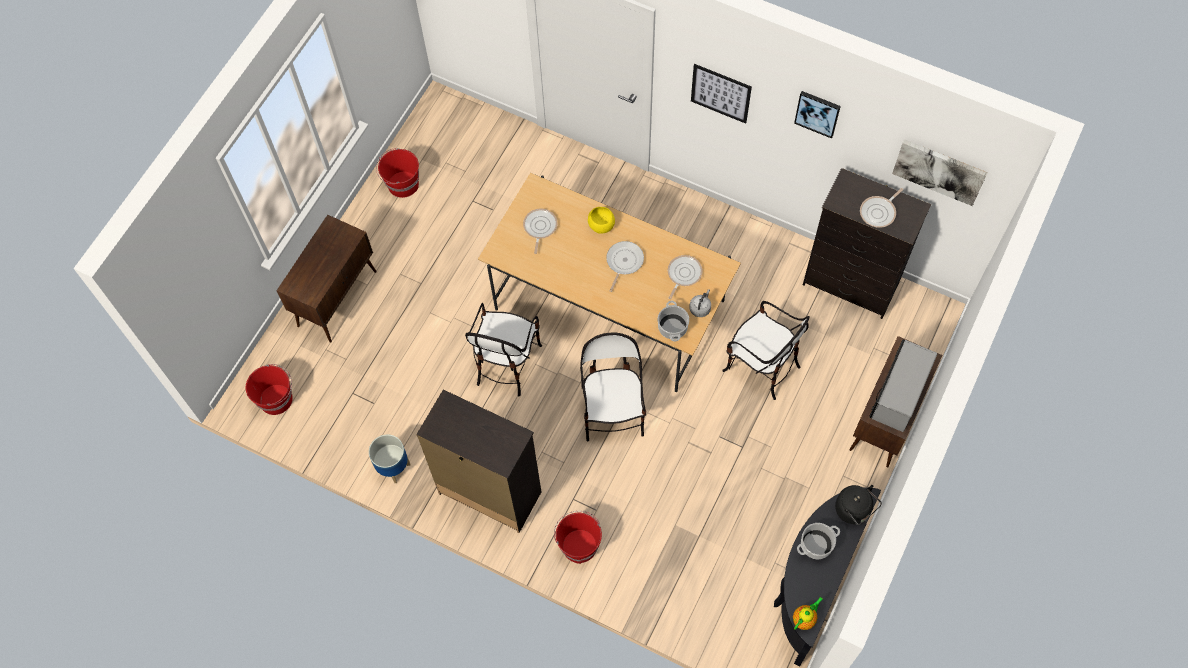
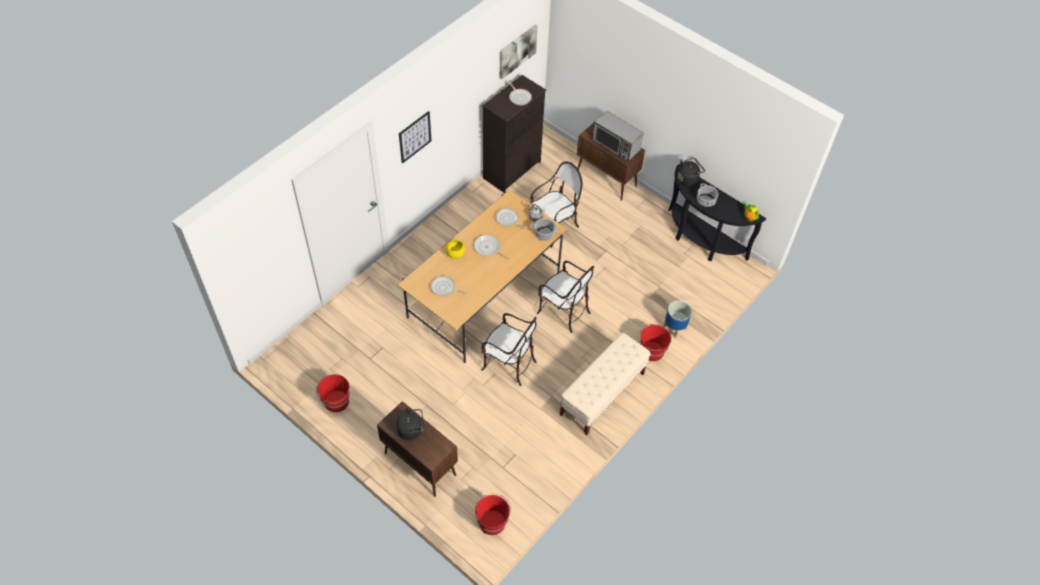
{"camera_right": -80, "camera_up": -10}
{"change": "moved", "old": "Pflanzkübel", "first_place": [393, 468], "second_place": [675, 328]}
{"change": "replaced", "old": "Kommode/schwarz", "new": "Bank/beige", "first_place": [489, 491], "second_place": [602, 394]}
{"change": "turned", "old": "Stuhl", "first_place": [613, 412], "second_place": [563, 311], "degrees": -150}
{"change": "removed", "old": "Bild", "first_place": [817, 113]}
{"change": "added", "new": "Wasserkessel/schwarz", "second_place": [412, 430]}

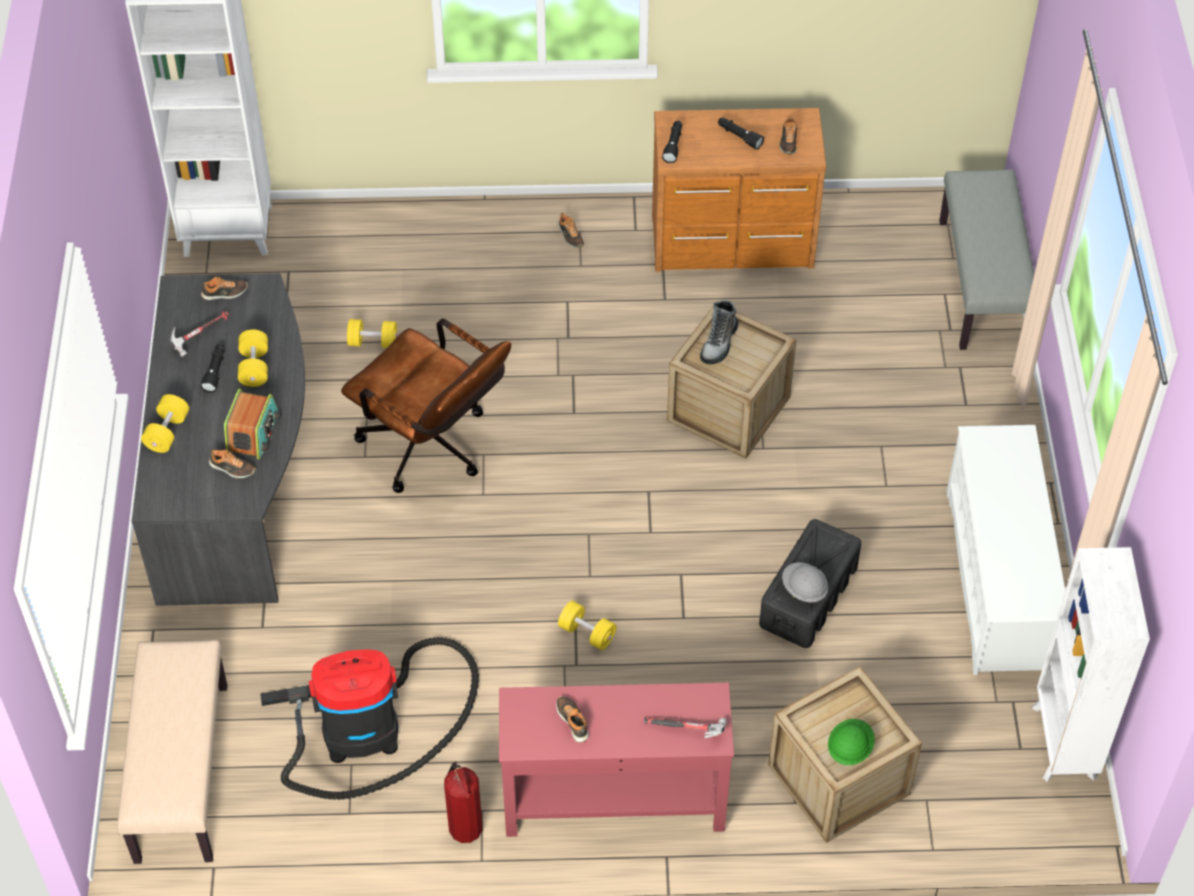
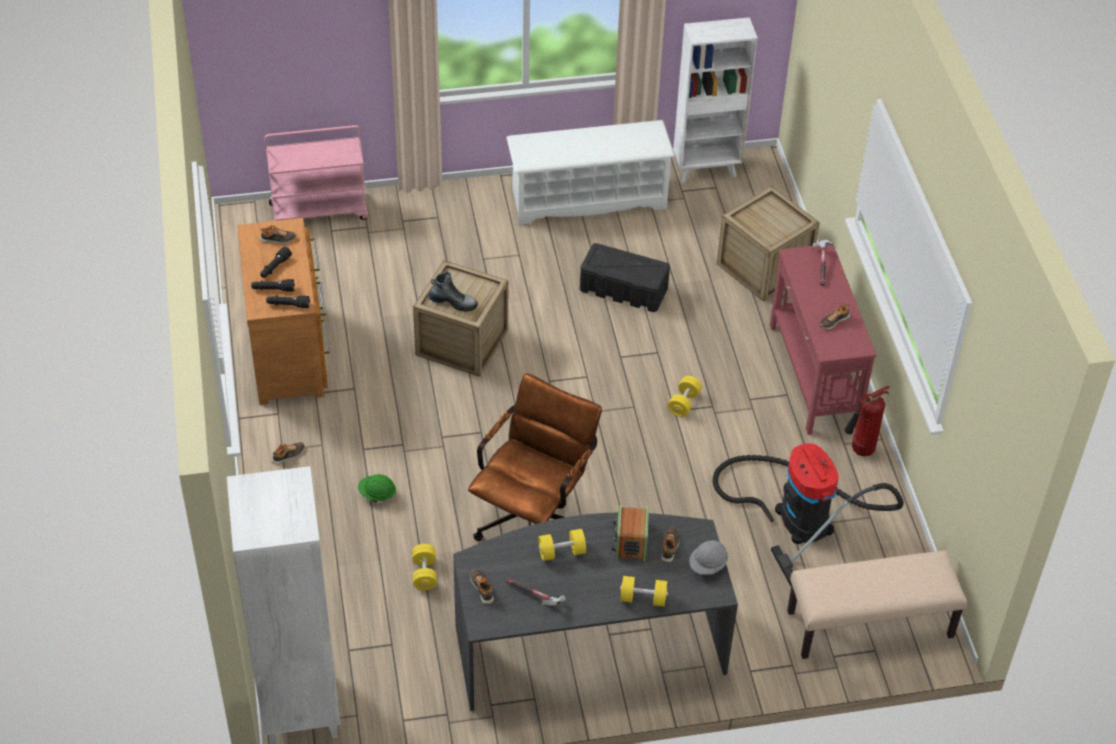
{"camera_right": -100, "camera_up": -5}
{"change": "moved", "old": "Taschenlampe/schwarz", "first_place": [215, 372], "second_place": [273, 289]}
{"change": "turned", "old": "Radio", "first_place": [253, 433], "second_place": [630, 540], "degrees": -90}
{"change": "moved", "old": "Schutzhelm/grau", "first_place": [803, 590], "second_place": [708, 565]}
{"change": "moved", "old": "Schutzhelm/grün", "first_place": [849, 749], "second_place": [377, 494]}
{"change": "replaced", "old": "Bank/grau", "new": "Rollwagen/rosa", "first_place": [983, 284], "second_place": [319, 211]}

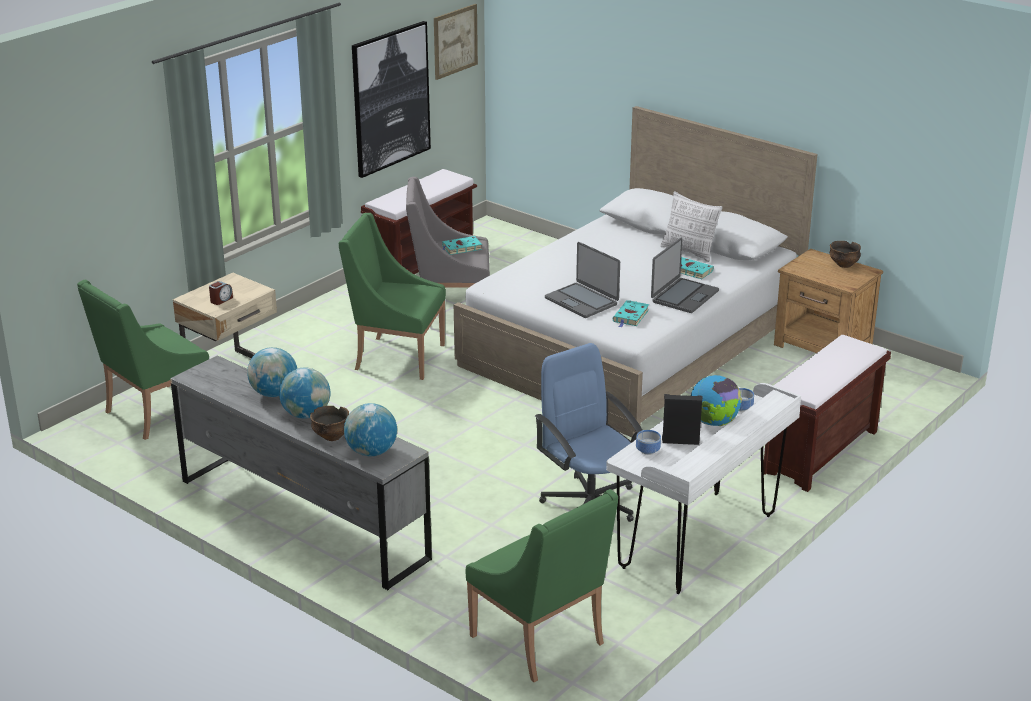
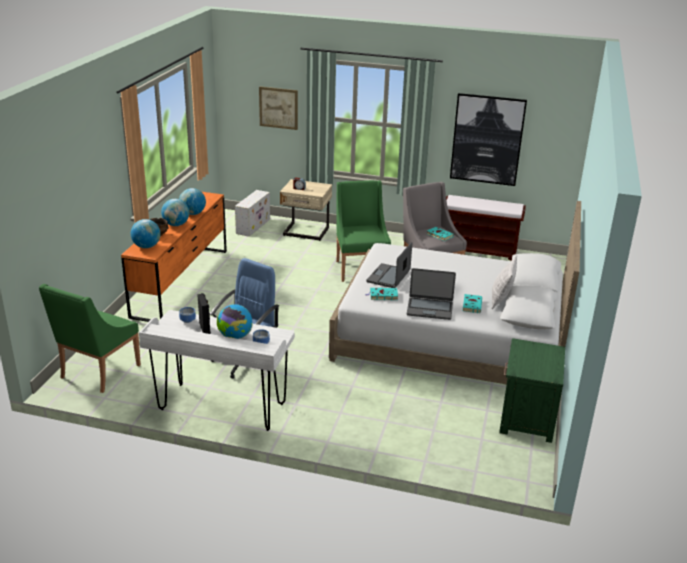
{"camera_right": 65, "camera_up": 0}
{"change": "replaced", "old": "Sessel/grün", "new": "Aufbewahrungsbox/weiß", "first_place": [154, 413], "second_place": [253, 226]}
{"change": "recoloured", "old": "Kommode/grau", "new": "Kommode/orange", "first_place": [303, 518], "second_place": [181, 282]}
{"change": "moved", "old": "Bild", "first_place": [455, 41], "second_place": [278, 108]}
{"change": "removed", "old": "Bank/braun", "first_place": [820, 453]}
{"change": "recoloured", "old": "Nachttisch/braun", "new": "Nachttisch/grün", "first_place": [823, 346], "second_place": [526, 418]}
{"change": "removed", "old": "Schüssel", "first_place": [844, 264]}

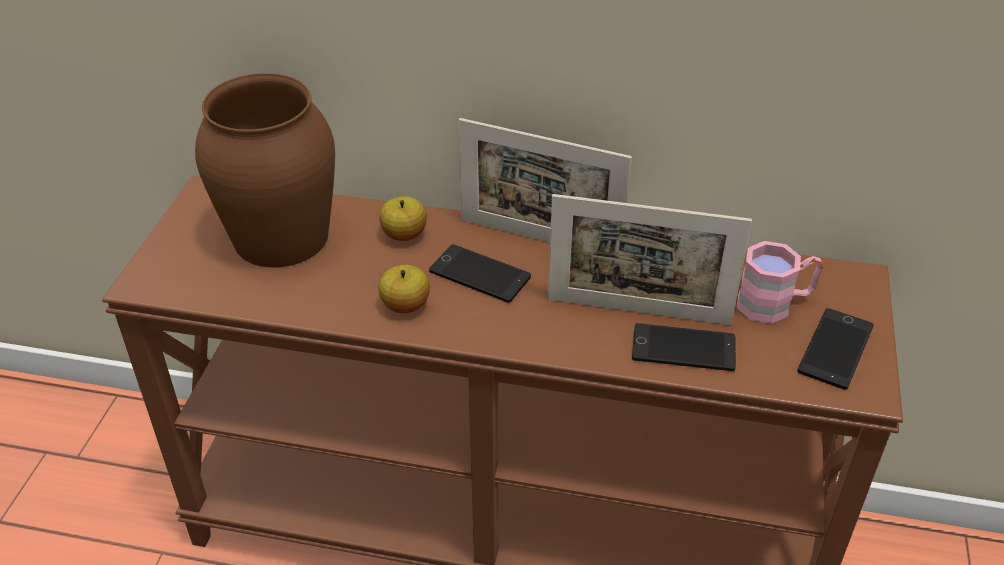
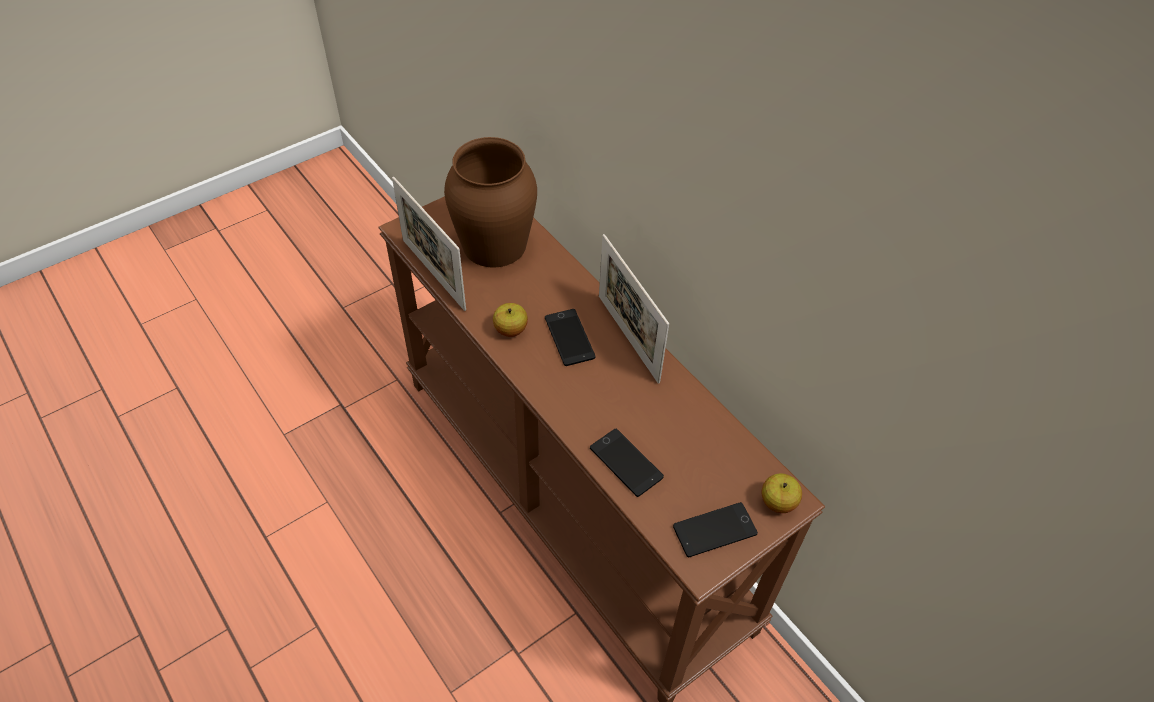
{"camera_right": 40, "camera_up": 10}
{"change": "moved", "old": "Apfel", "first_place": [404, 235], "second_place": [778, 502]}
{"change": "moved", "old": "Bilderrahmen", "first_place": [638, 311], "second_place": [433, 274]}
{"change": "removed", "old": "Henkelbecher/rosa", "first_place": [774, 303]}

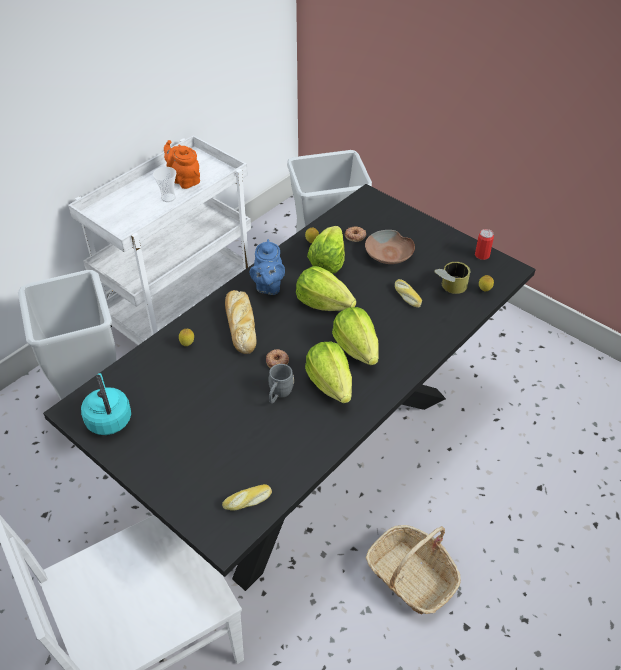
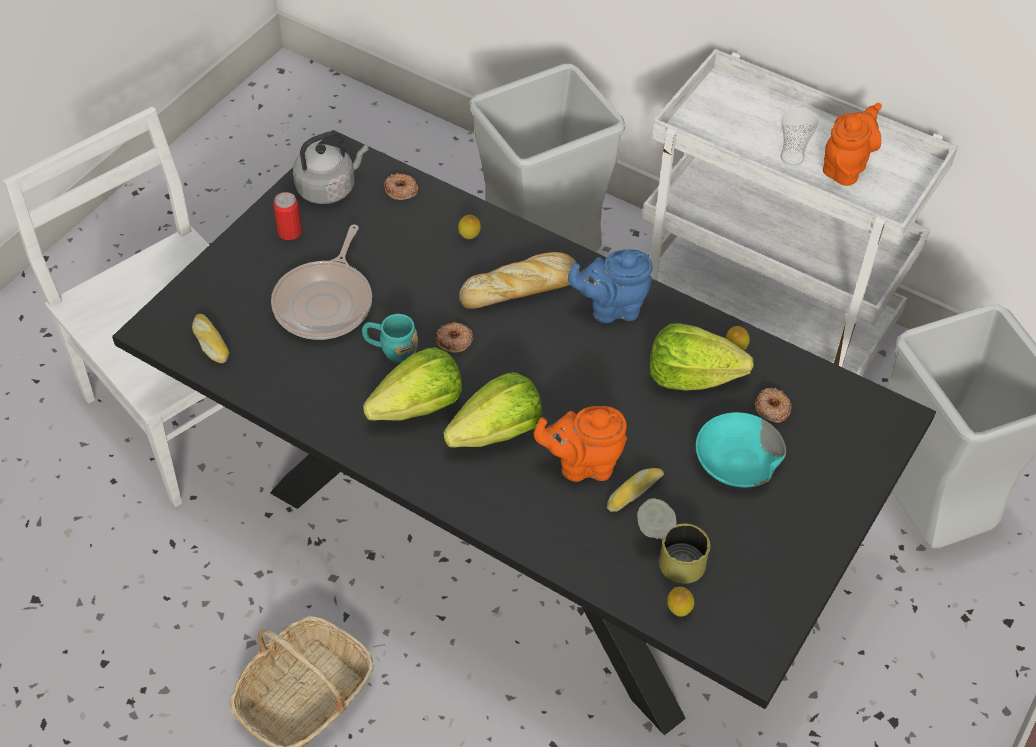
{"camera_right": 80, "camera_up": 5}
{"change": "recoloured", "old": "Wasserkessel/türkis", "new": "Wasserkessel/grau", "first_place": [108, 418], "second_place": [329, 188]}
{"change": "recoloured", "old": "Henkelbecher/grau", "new": "Henkelbecher/türkis", "first_place": [279, 394], "second_place": [391, 350]}
{"change": "removed", "old": "Salatkopf", "first_place": [323, 303]}
{"change": "recoloured", "old": "Schüssel/braun", "new": "Schüssel/türkis", "first_place": [389, 255], "second_place": [736, 461]}
{"change": "moved", "old": "Dose", "first_place": [482, 255], "second_place": [289, 232]}
{"change": "added", "new": "Pfanne", "second_place": [326, 302]}
{"change": "added", "new": "Donut", "second_place": [401, 190]}
{"change": "added", "new": "Teekanne/orange", "second_place": [582, 464]}

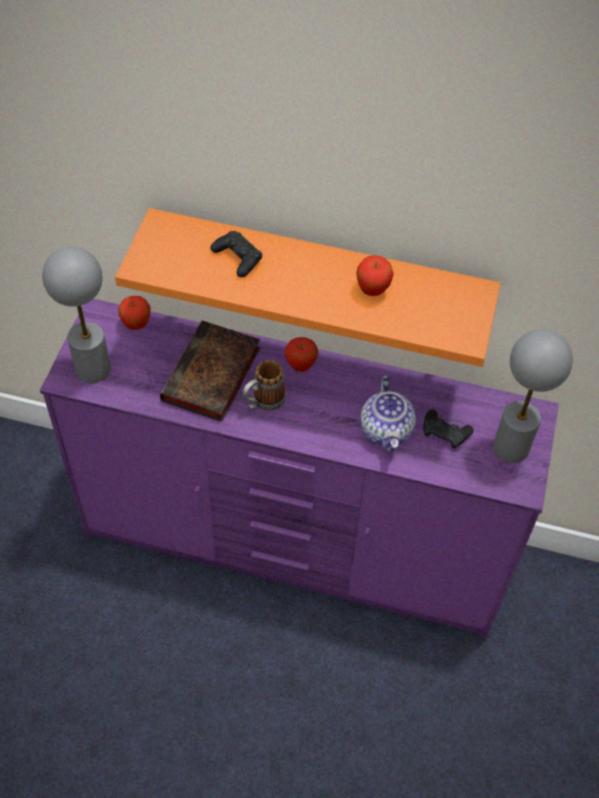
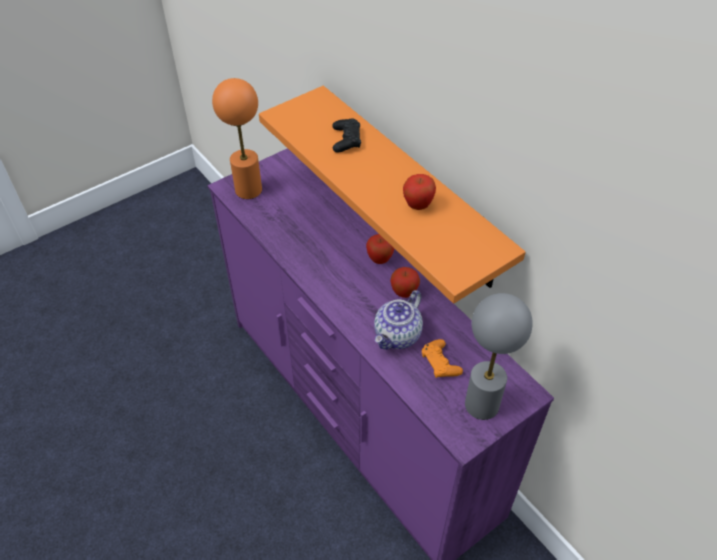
{"camera_right": 40, "camera_up": -5}
{"change": "recoloured", "old": "Tischlampe/grau", "new": "Tischlampe/orange", "first_place": [92, 369], "second_place": [248, 189]}
{"change": "moved", "old": "Apfel", "first_place": [136, 325], "second_place": [404, 293]}
{"change": "removed", "old": "Buch", "first_place": [211, 377]}
{"change": "removed", "old": "Henkelbecher", "first_place": [263, 402]}
{"change": "recoloured", "old": "Gamepad/schwarz", "new": "Gamepad/orange", "first_place": [445, 432], "second_place": [440, 363]}

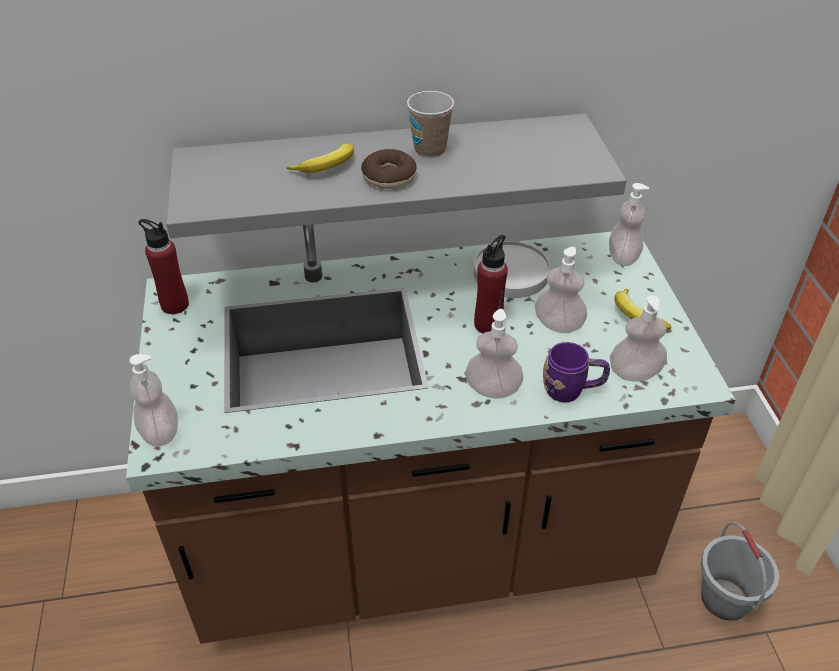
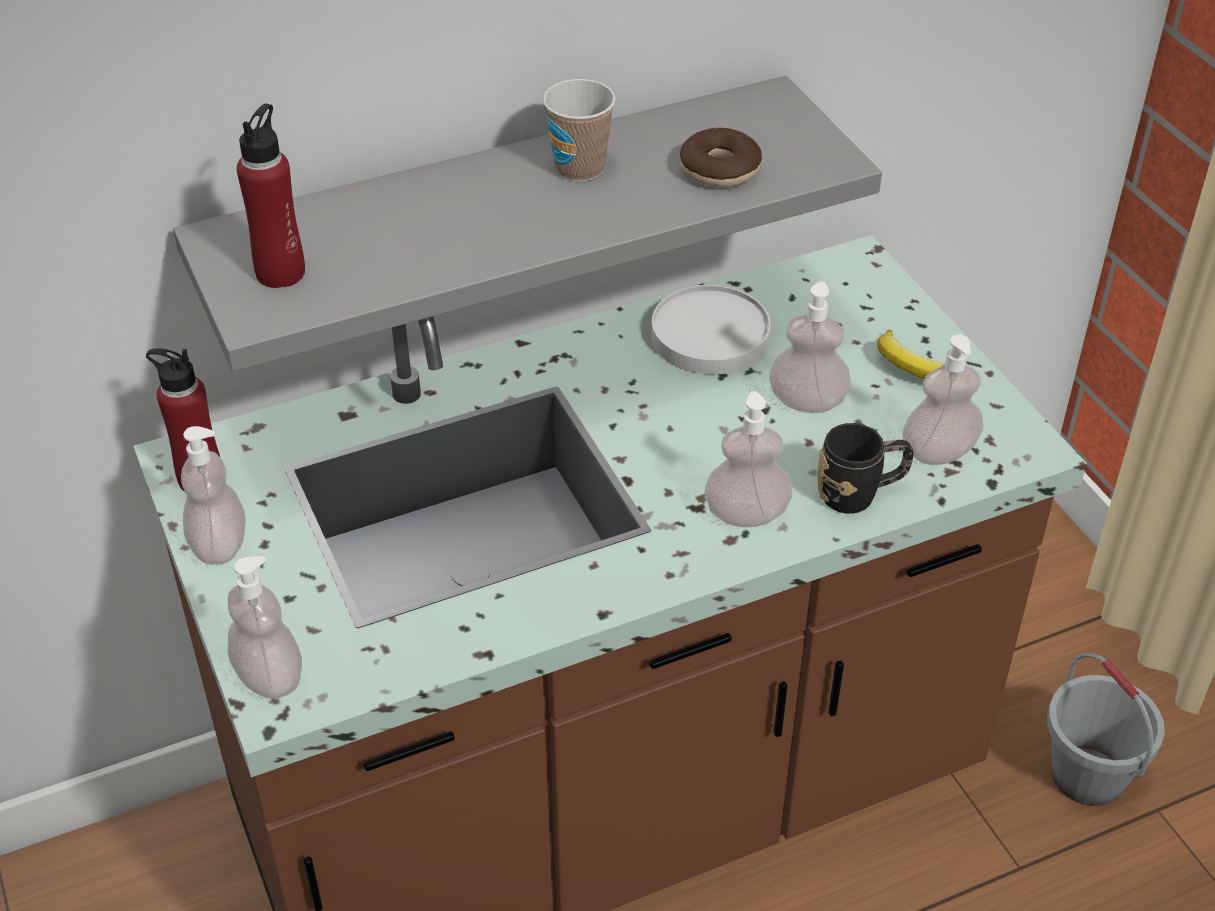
{"camera_right": -15, "camera_up": 0}
{"change": "removed", "old": "Banane", "first_place": [327, 167]}
{"change": "moved", "old": "Donut", "first_place": [389, 177], "second_place": [720, 170]}
{"change": "moved", "old": "Flasche/rot", "first_place": [488, 325], "second_place": [281, 272]}
{"change": "recoloured", "old": "Henkelbecher/lila", "new": "Henkelbecher/schwarz", "first_place": [572, 390], "second_place": [860, 494]}
{"change": "moved", "old": "Seifenspender", "first_place": [623, 257], "second_place": [219, 545]}

